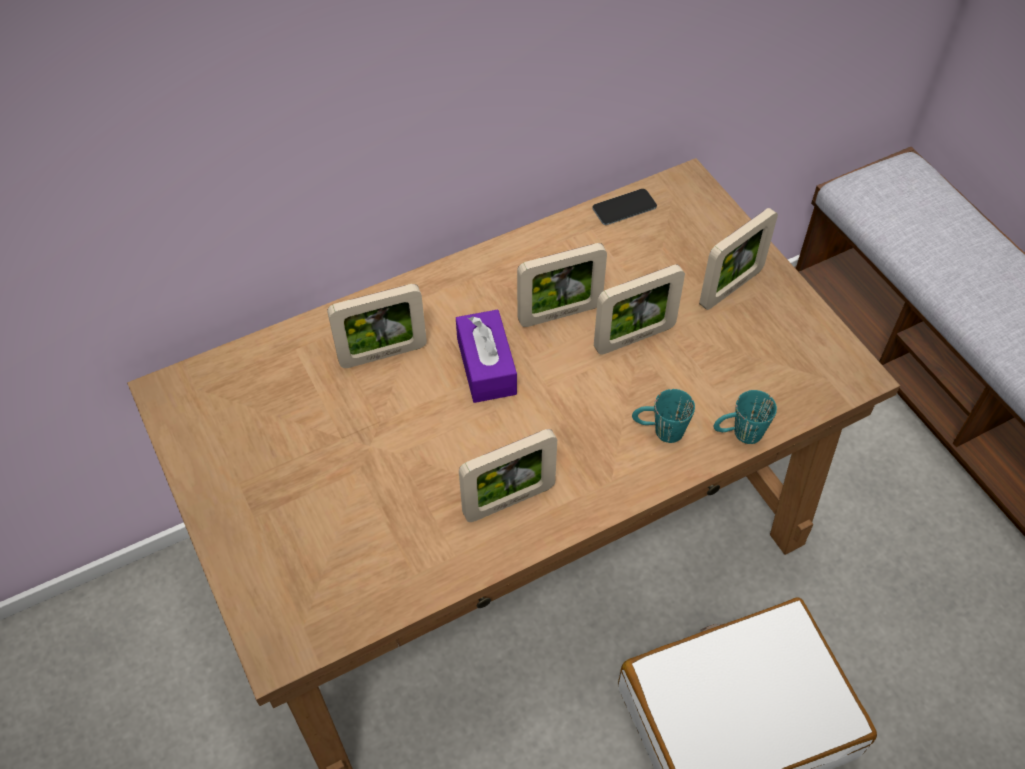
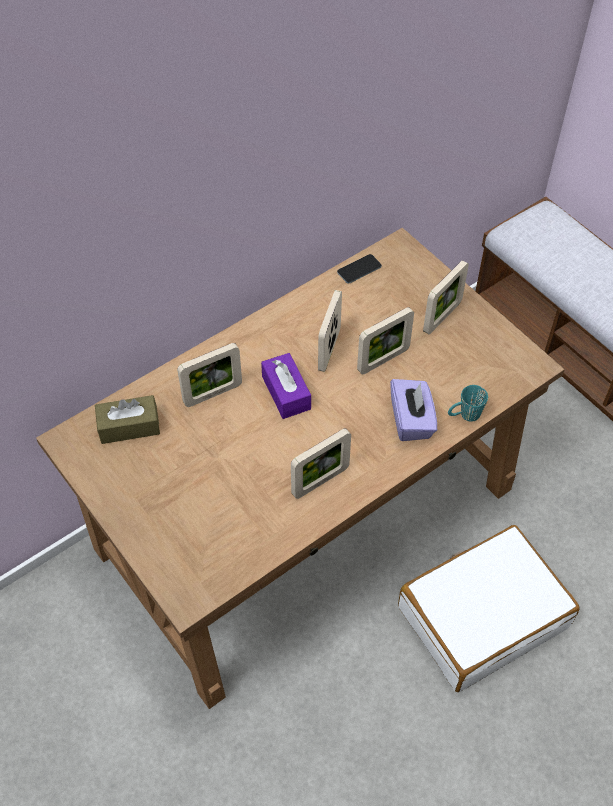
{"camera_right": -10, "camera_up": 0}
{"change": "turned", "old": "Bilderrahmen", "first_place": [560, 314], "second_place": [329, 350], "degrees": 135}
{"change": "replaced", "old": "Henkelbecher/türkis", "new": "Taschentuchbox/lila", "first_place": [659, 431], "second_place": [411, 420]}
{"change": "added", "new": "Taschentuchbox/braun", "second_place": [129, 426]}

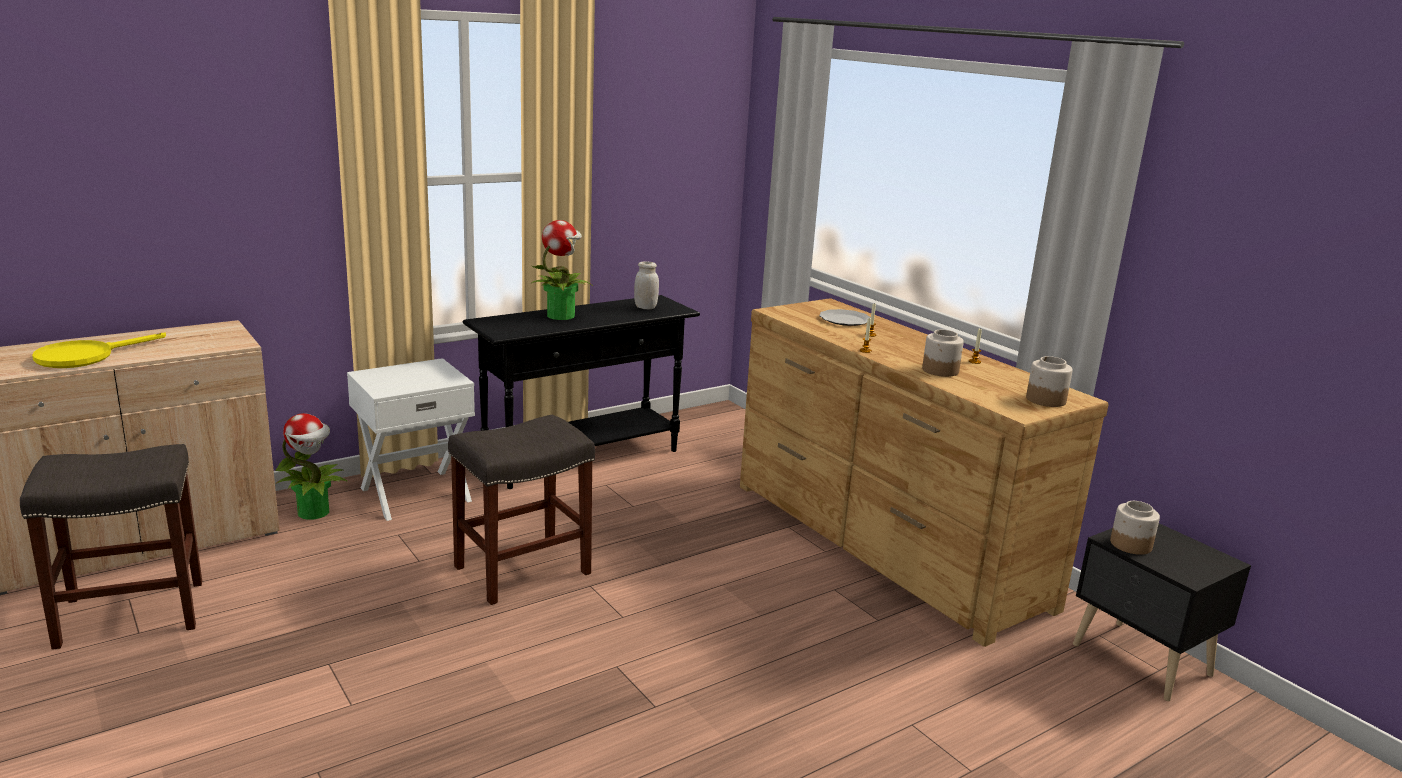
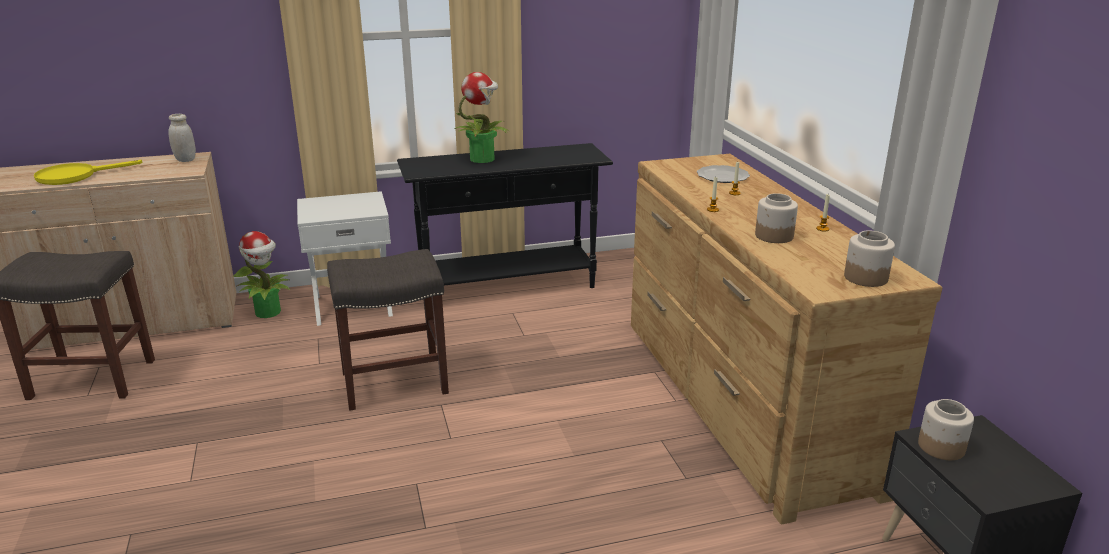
{"camera_right": 20, "camera_up": 5}
{"change": "moved", "old": "Vorratsglas/weiß", "first_place": [645, 307], "second_place": [185, 160]}

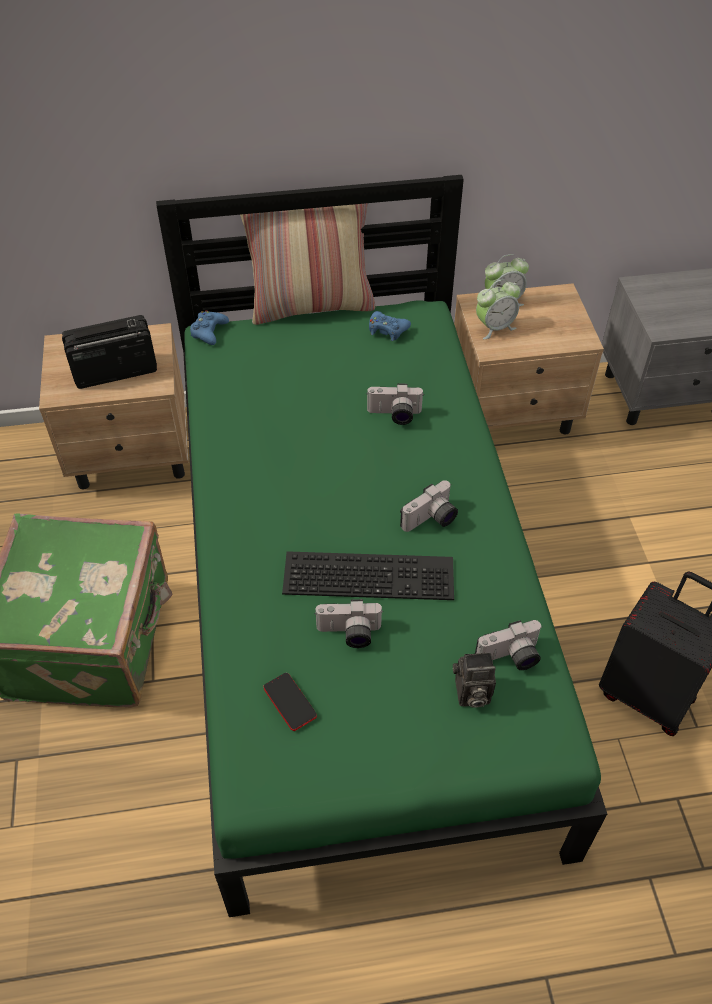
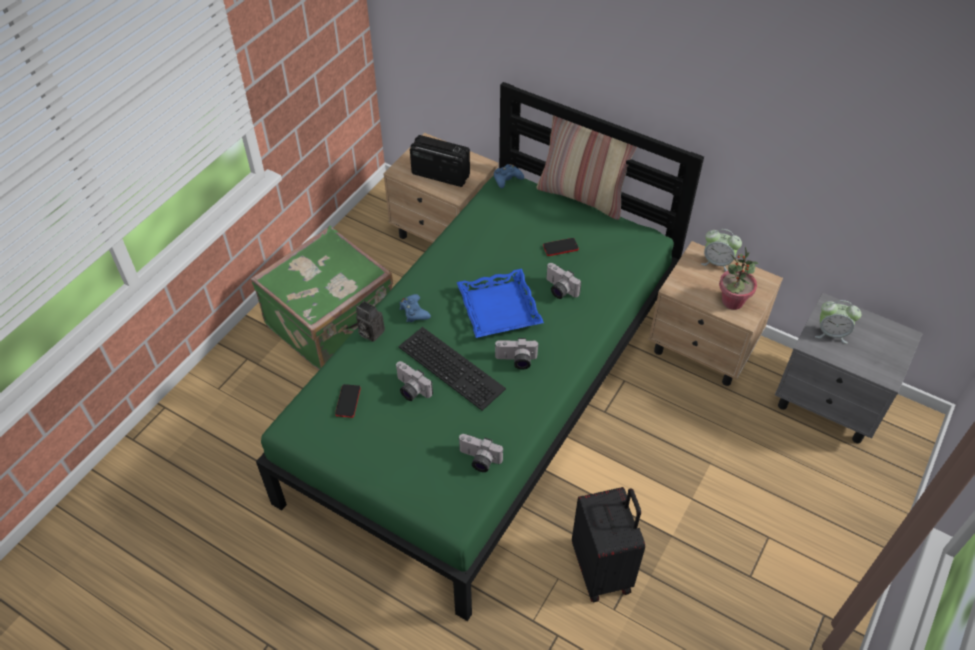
{"camera_right": 40, "camera_up": 0}
{"change": "moved", "old": "Gamepad/blau", "first_place": [387, 330], "second_place": [414, 312]}
{"change": "moved", "old": "Kamera", "first_place": [470, 694], "second_place": [369, 332]}
{"change": "moved", "old": "Wecker", "first_place": [494, 327], "second_place": [831, 333]}
{"change": "added", "new": "Tablett/blau", "second_place": [498, 308]}
{"change": "added", "new": "Handy", "second_place": [560, 247]}
{"change": "added", "new": "Topfpflanze", "second_place": [732, 301]}

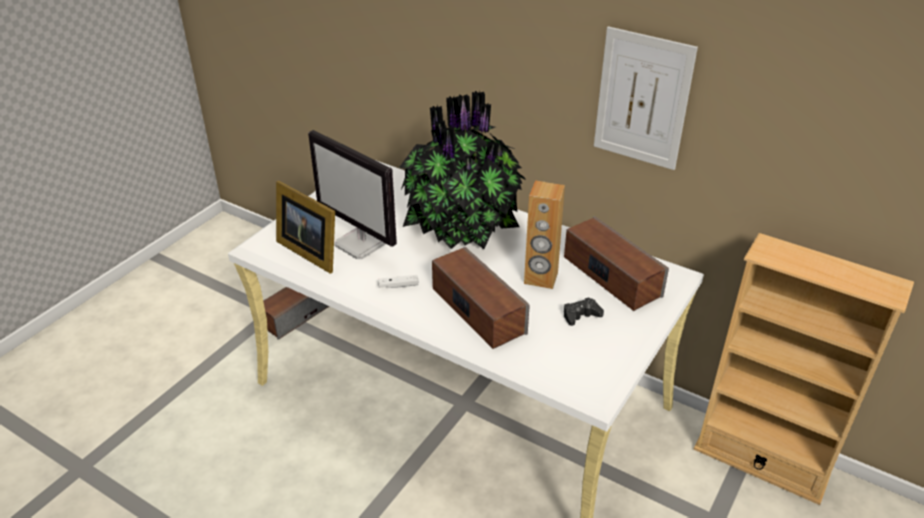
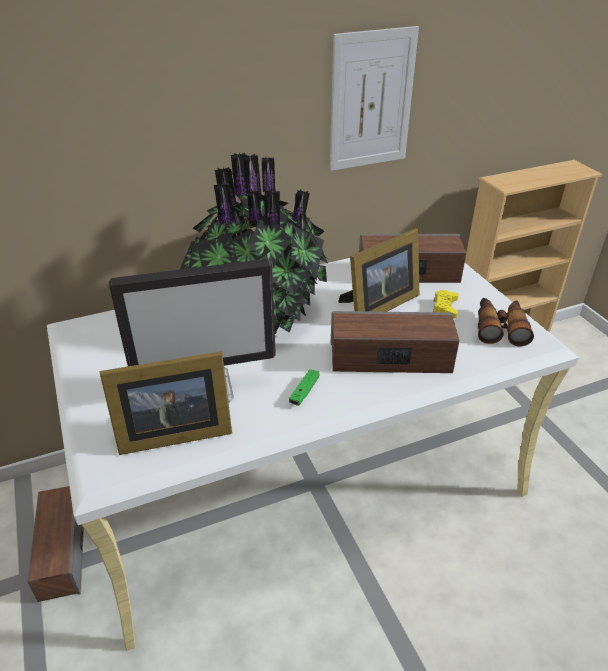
{"camera_right": -55, "camera_up": 0}
{"change": "recoloured", "old": "Gamepad/weiß", "new": "Gamepad/grün", "first_place": [398, 285], "second_place": [304, 392]}
{"change": "replaced", "old": "Lautsprecher/braun", "new": "Bilderrahmen", "first_place": [540, 278], "second_place": [378, 306]}
{"change": "recoloured", "old": "Gamepad/schwarz", "new": "Gamepad/gelb", "first_place": [581, 315], "second_place": [445, 308]}
{"change": "added", "new": "Fernglas", "second_place": [500, 327]}

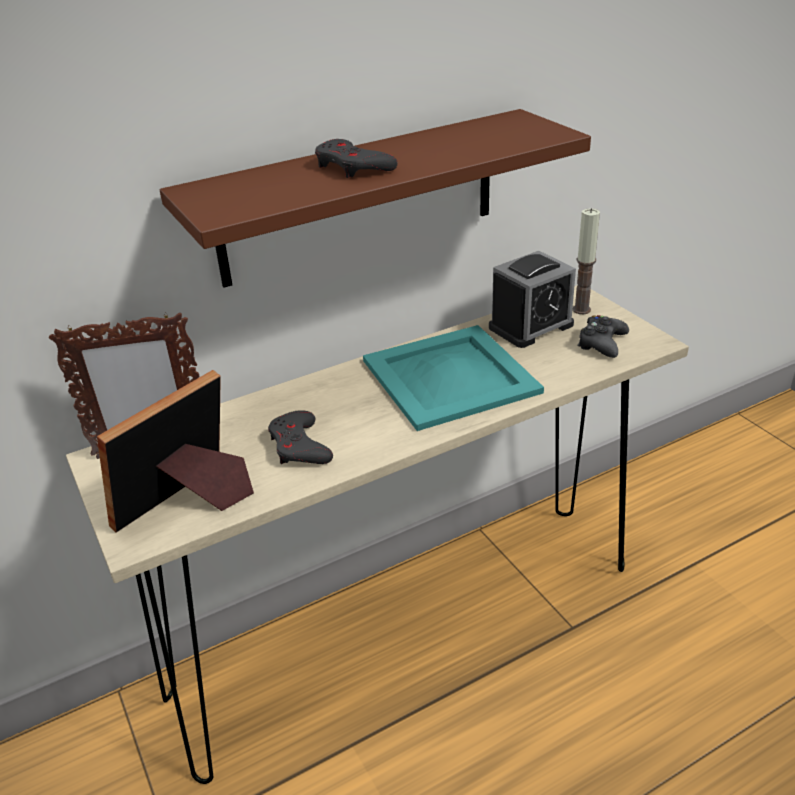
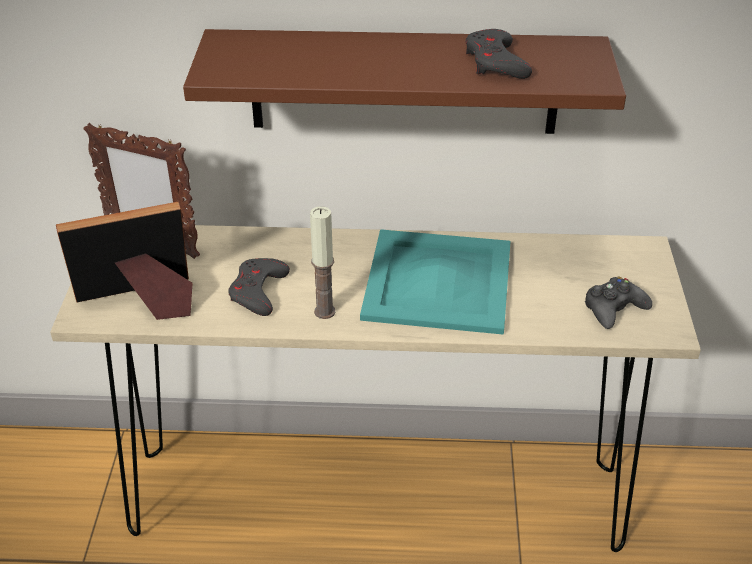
{"camera_right": 30, "camera_up": 5}
{"change": "moved", "old": "Gamepad/grau", "first_place": [353, 167], "second_place": [495, 62]}
{"change": "removed", "old": "Wecker", "first_place": [531, 326]}
{"change": "moved", "old": "Kerze", "first_place": [581, 309], "second_place": [324, 311]}

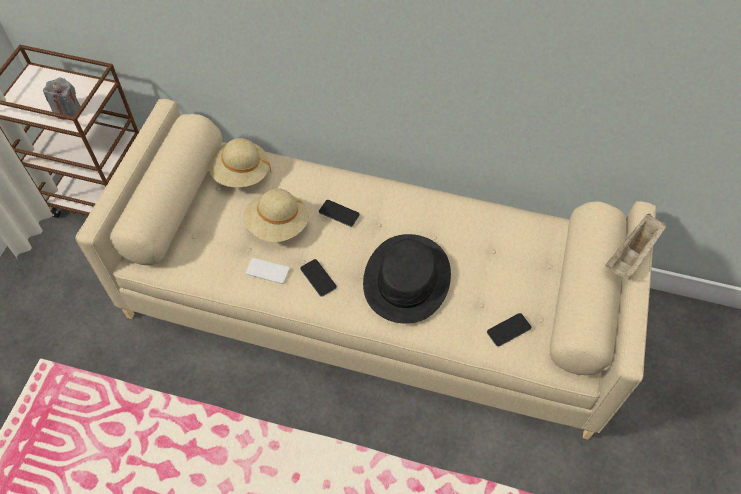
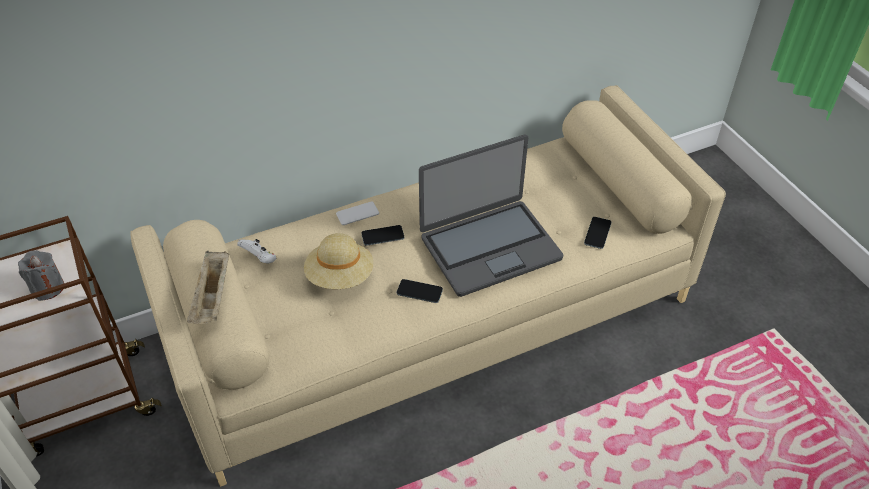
{"camera_right": -40, "camera_up": -10}
{"change": "replaced", "old": "Hut/beige", "new": "Gamepad/weiß", "first_place": [241, 173], "second_place": [260, 259]}
{"change": "moved", "old": "Handy", "first_place": [267, 271], "second_place": [357, 214]}
{"change": "replaced", "old": "Hut/schwarz", "new": "Laptop", "first_place": [407, 279], "second_place": [489, 247]}
{"change": "moved", "old": "Tablett/beige", "first_place": [632, 255], "second_place": [213, 298]}

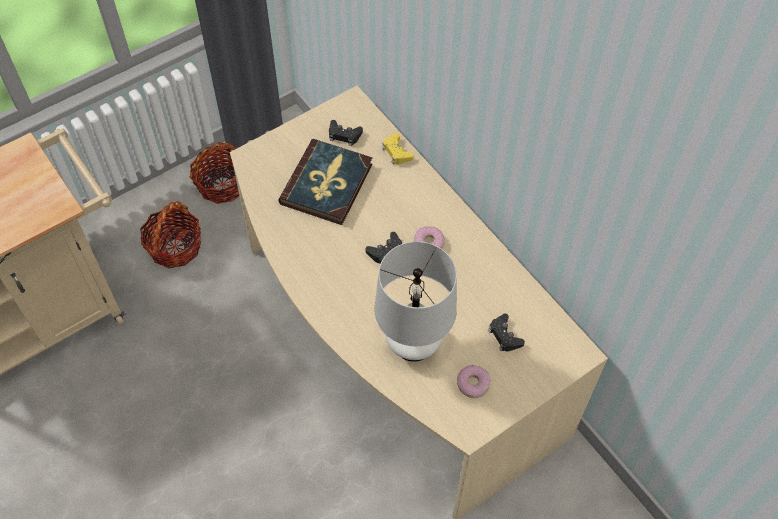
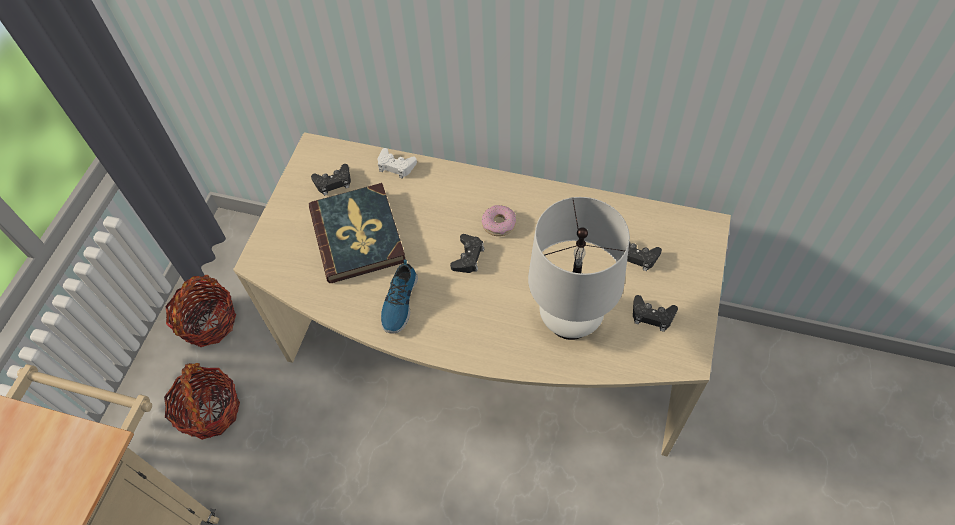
{"camera_right": -35, "camera_up": 0}
{"change": "recoloured", "old": "Gamepad/gelb", "new": "Gamepad/weiß", "first_place": [396, 152], "second_place": [396, 166]}
{"change": "replaced", "old": "Donut", "new": "Gamepad/schwarz", "first_place": [473, 384], "second_place": [652, 316]}
{"change": "added", "new": "Schuh", "second_place": [399, 302]}

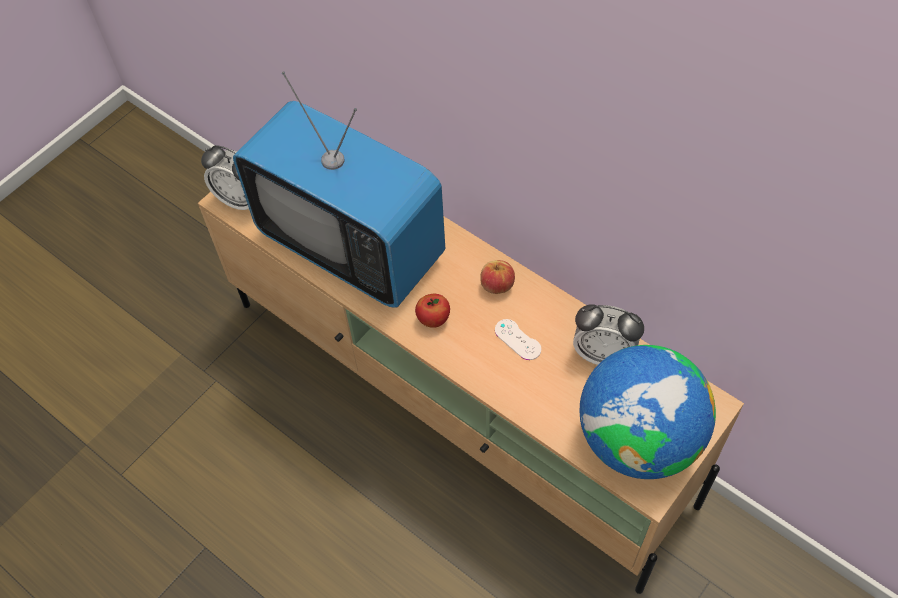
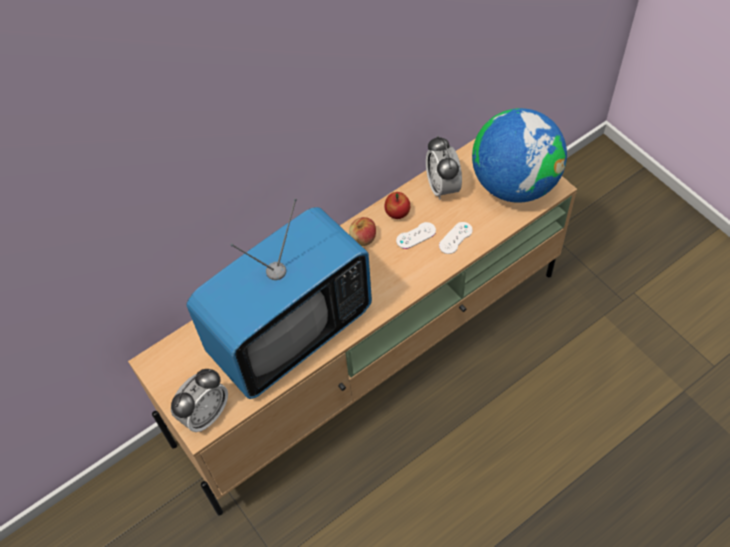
{"camera_right": -75, "camera_up": 0}
{"change": "moved", "old": "Apfel", "first_place": [433, 319], "second_place": [397, 213]}
{"change": "turned", "old": "Wecker", "first_place": [603, 353], "second_place": [442, 187], "degrees": 135}
{"change": "added", "new": "Gamepad/weiß", "second_place": [455, 238]}

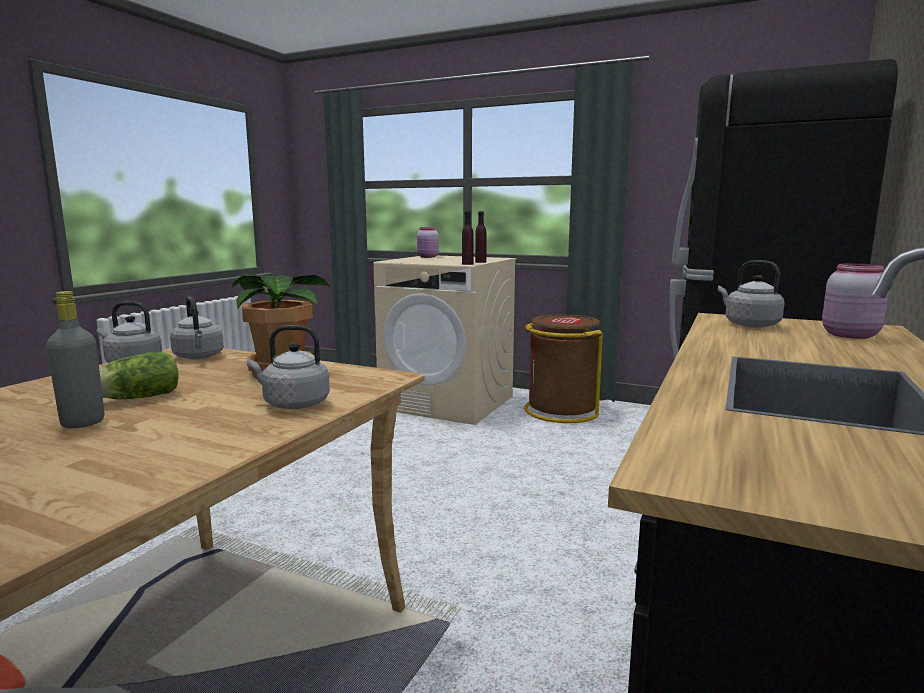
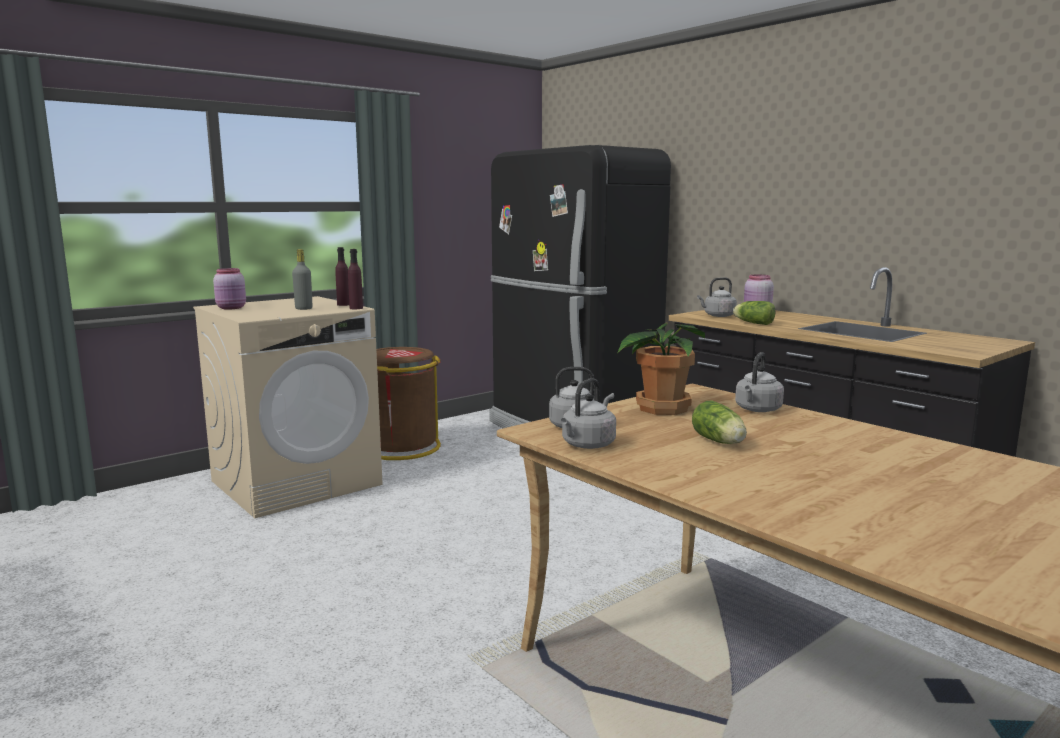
{"camera_right": -65, "camera_up": 0}
{"change": "moved", "old": "Flasche/grau", "first_place": [83, 423], "second_place": [303, 308]}
{"change": "added", "new": "Salatkopf", "second_place": [752, 323]}

